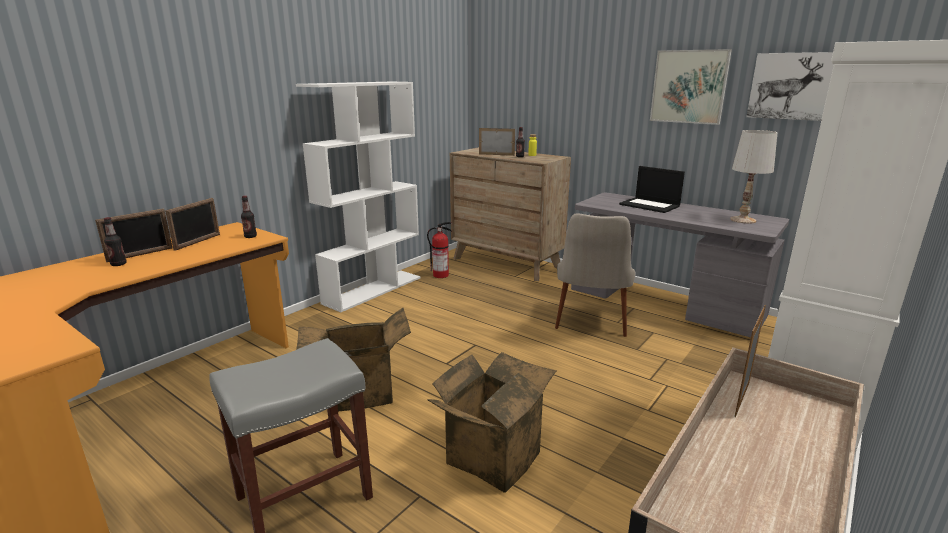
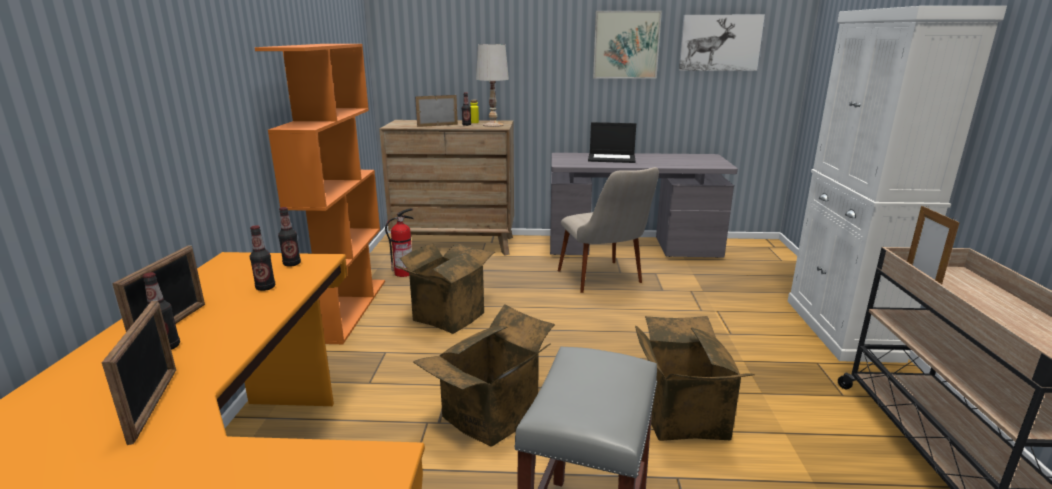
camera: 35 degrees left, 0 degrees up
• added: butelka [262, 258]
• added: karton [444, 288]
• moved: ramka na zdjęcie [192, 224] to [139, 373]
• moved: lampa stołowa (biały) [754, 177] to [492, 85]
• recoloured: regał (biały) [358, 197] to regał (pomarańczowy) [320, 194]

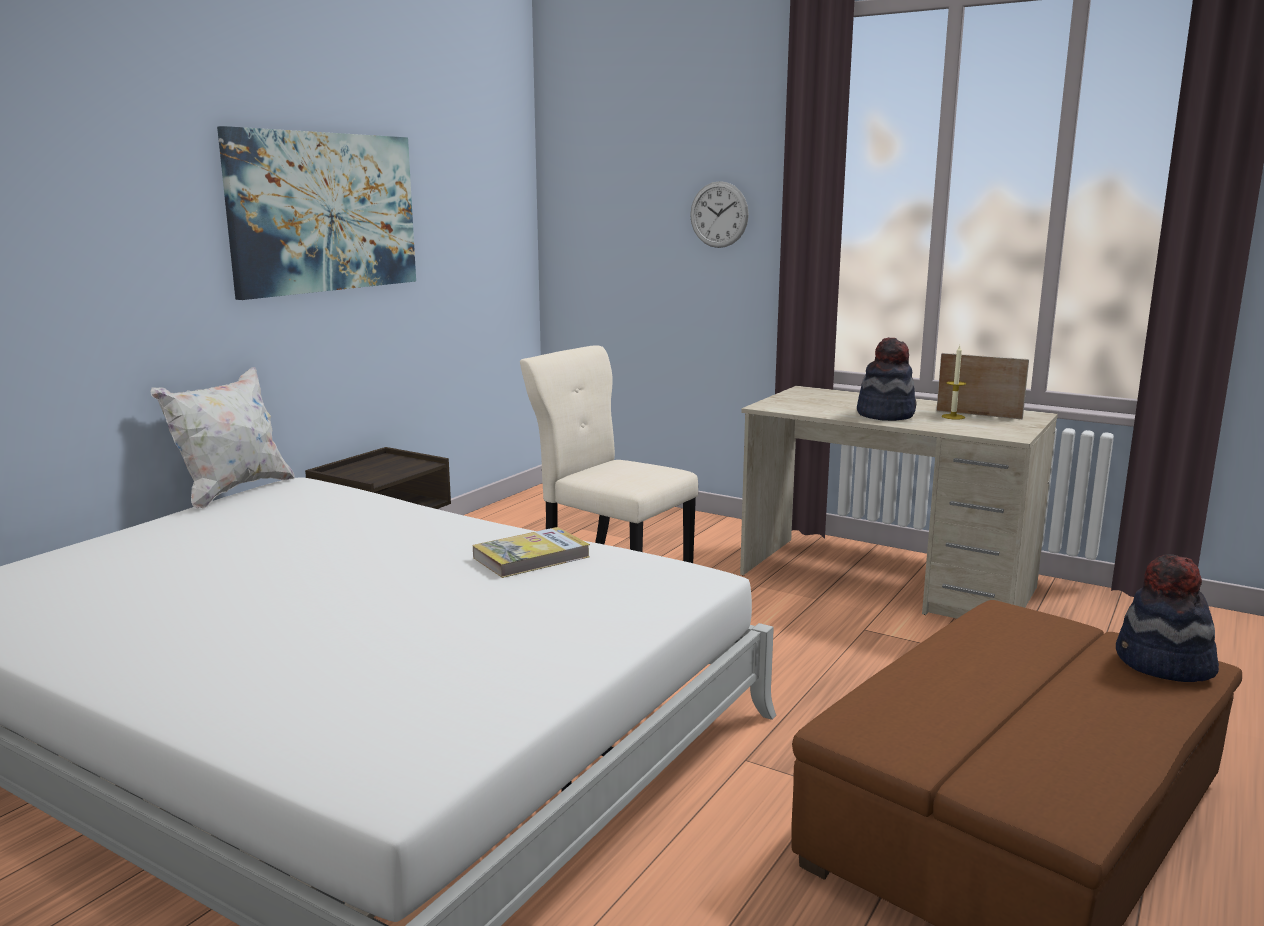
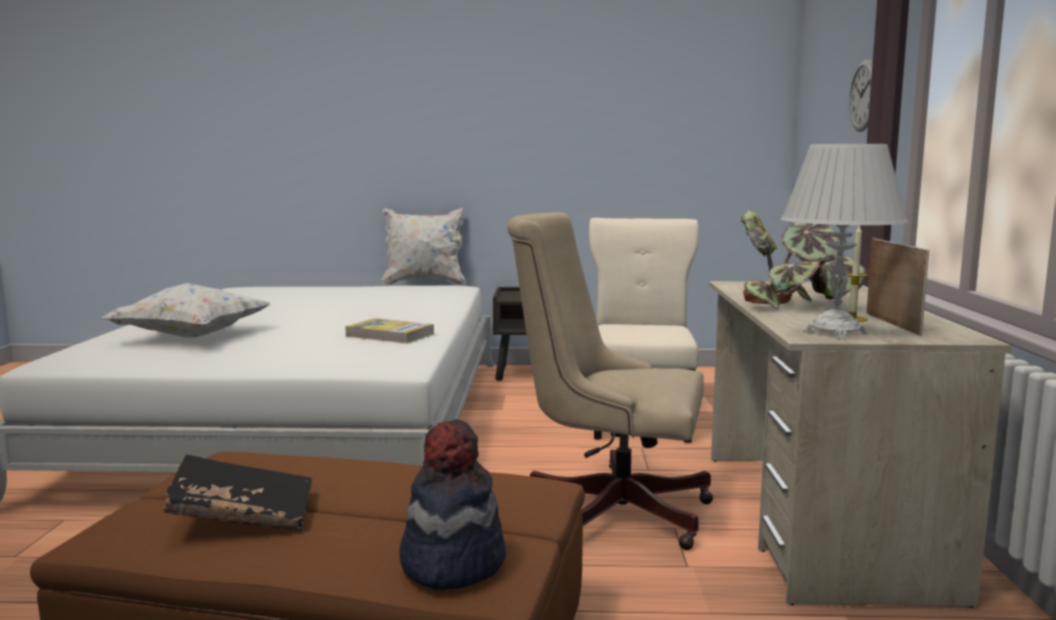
camera: 60 degrees right, 5 degrees down
• removed: obraz [316, 213]
• added: poduszka (biały) [186, 310]
• added: książka (czarny) [237, 493]
• added: krzesło biurowe (beżowy) [610, 381]
• added: lampa stołowa (biały) [844, 241]
• replaced: kapelusz [886, 379] to roślina doniczkowa [804, 260]

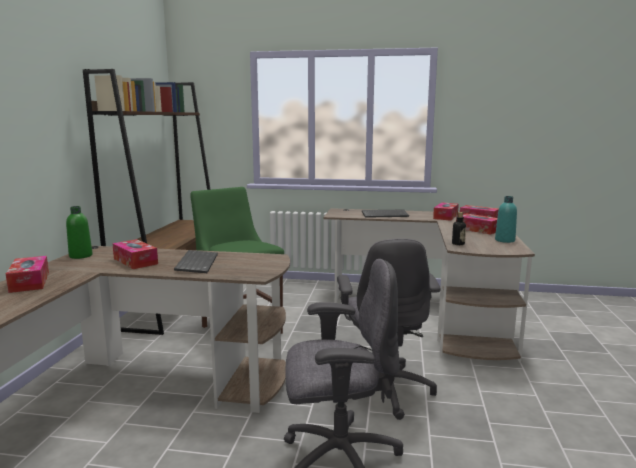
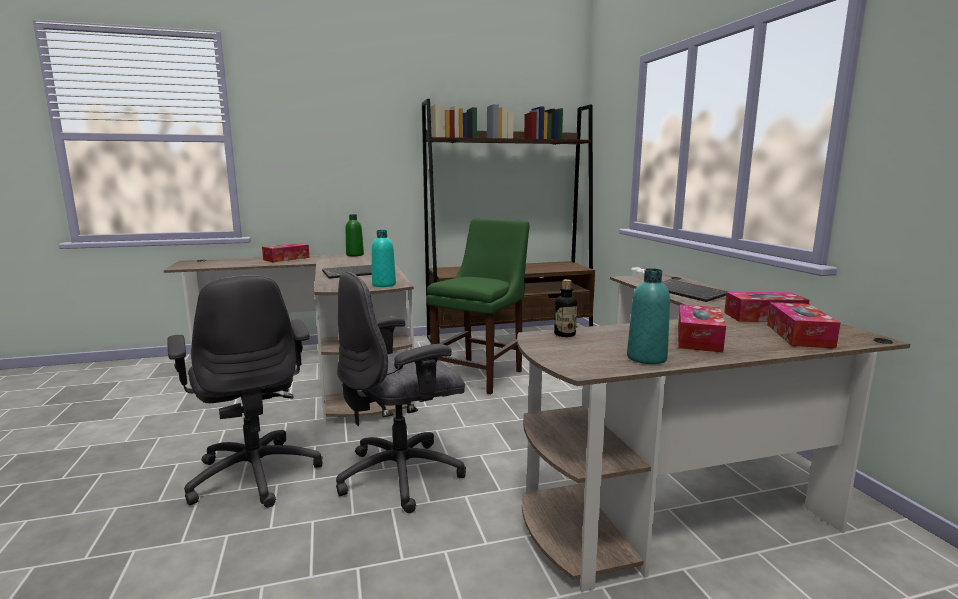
camera: 65 degrees right, 0 degrees up
• removed: pudełko chusteczek [135, 254]
• added: butelka (turkusowy) [384, 258]

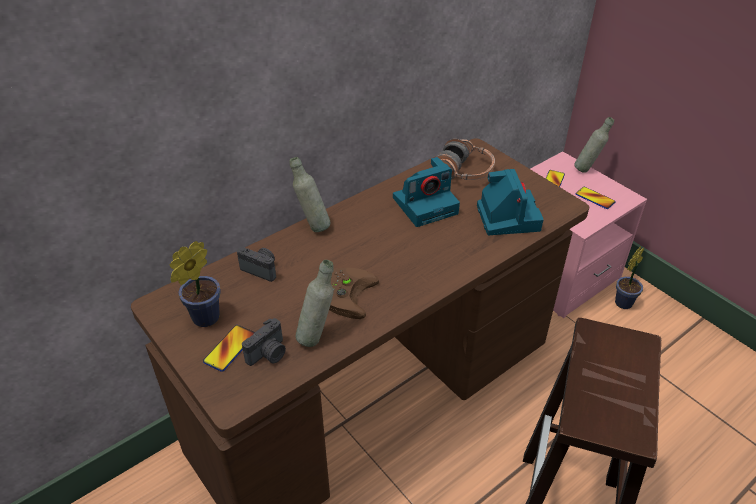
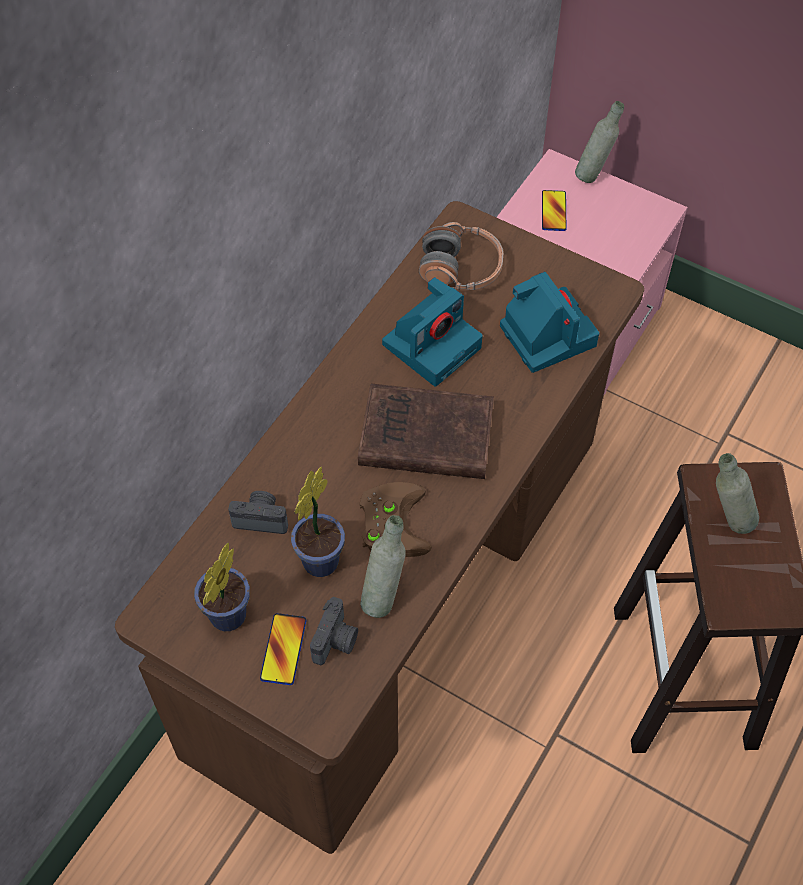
camera: 20 degrees left, 15 degrees up
• removed: telefon [596, 198]
• added: książka (brązowy) [426, 431]
• moved: butelka (szary) [309, 194] to [737, 493]
• moved: roślina doniczkowa [629, 277] to [318, 521]

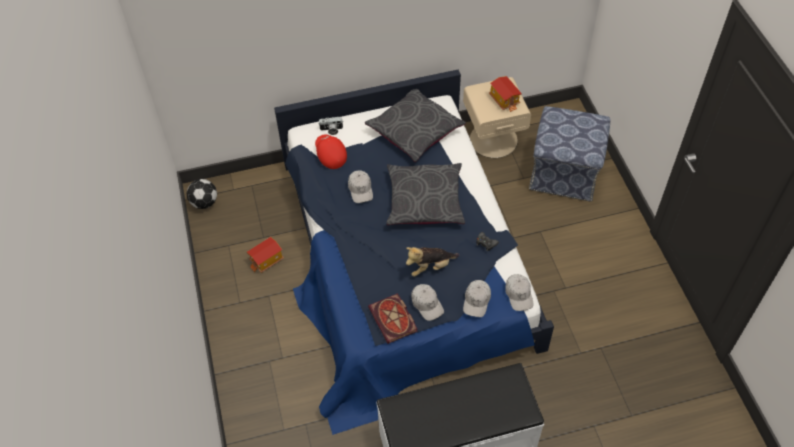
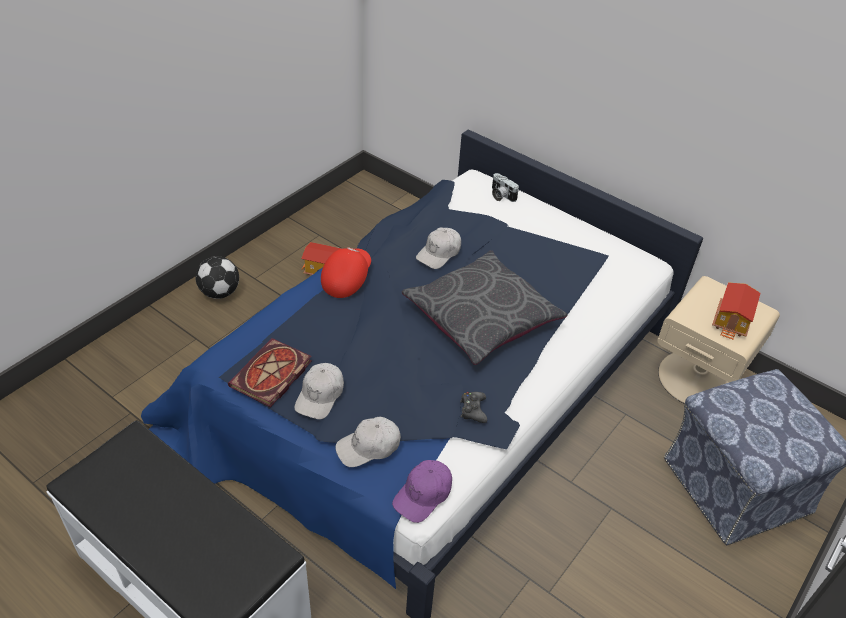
camera: 50 degrees right, 10 degrees down
• removed: poduszka (szary) [415, 125]
• removed: pluszak [432, 262]
• moved: piłka futbolowa [202, 194] to [217, 277]
• moved: czapka z daszkiem (czerwony) [331, 151] to [346, 272]
• recoloured: czapka z daszkiem (biały) [519, 292] to czapka z daszkiem (fioletowy) [422, 491]

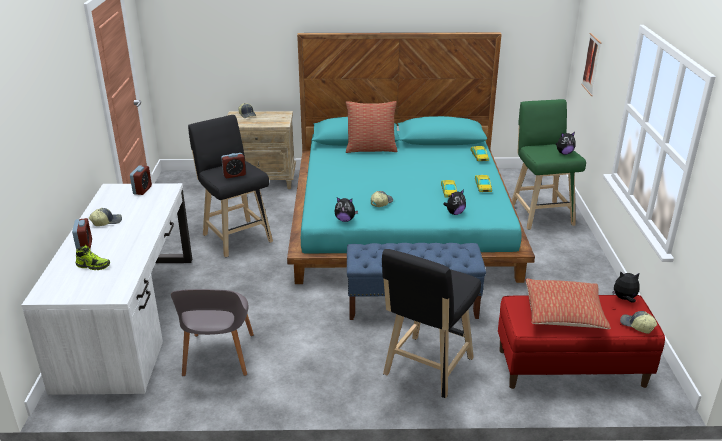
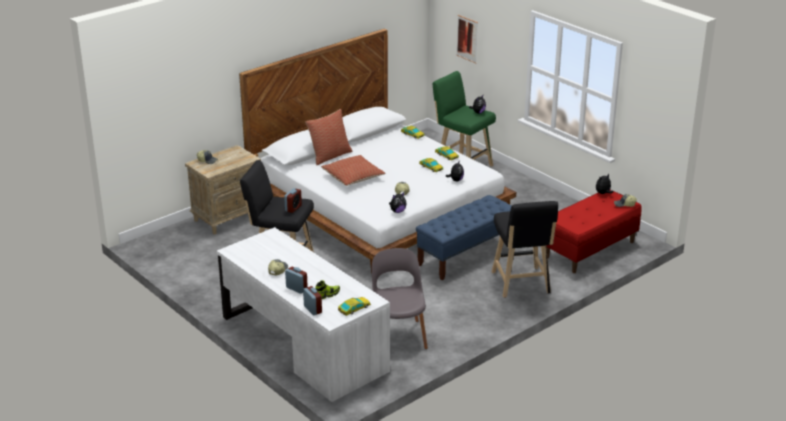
camera: 40 degrees left, 0 degrees up
• added: samochodzik [354, 306]
• moved: budzik [141, 180] to [312, 300]
• moved: poduszka [568, 304] to [353, 170]
• recoloured: łóżko (turkusowy) [411, 158] to łóżko (biały) [377, 151]
• turned: krzesło (szary) [212, 332] = [400, 298] 150 degrees counterclockwise

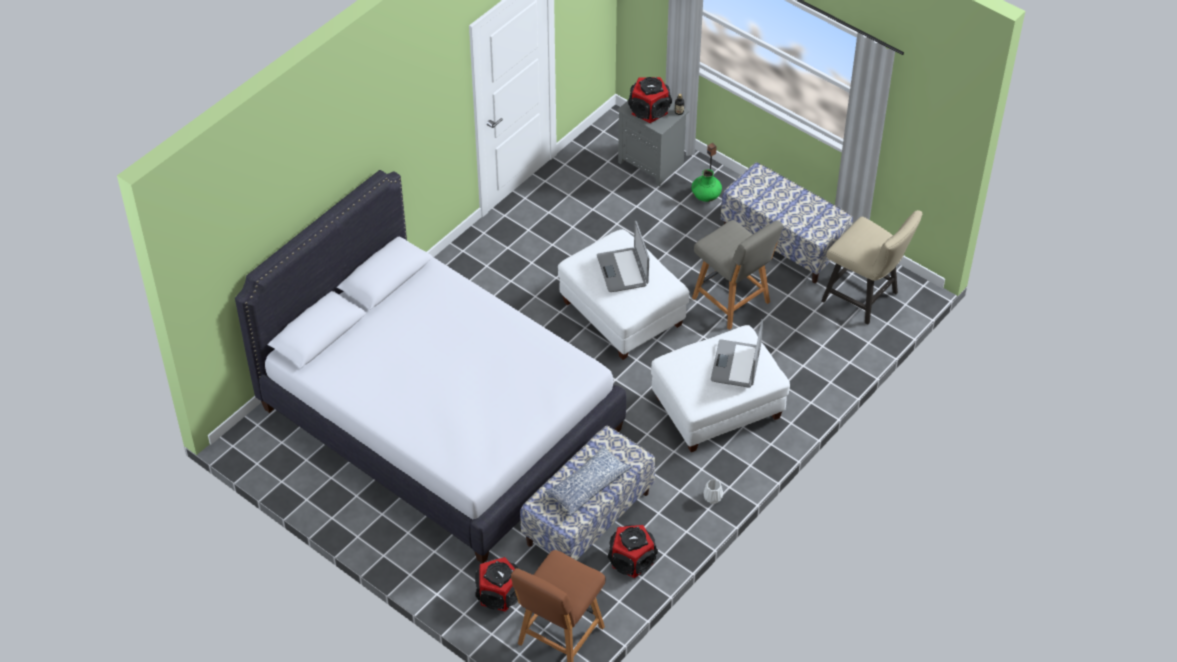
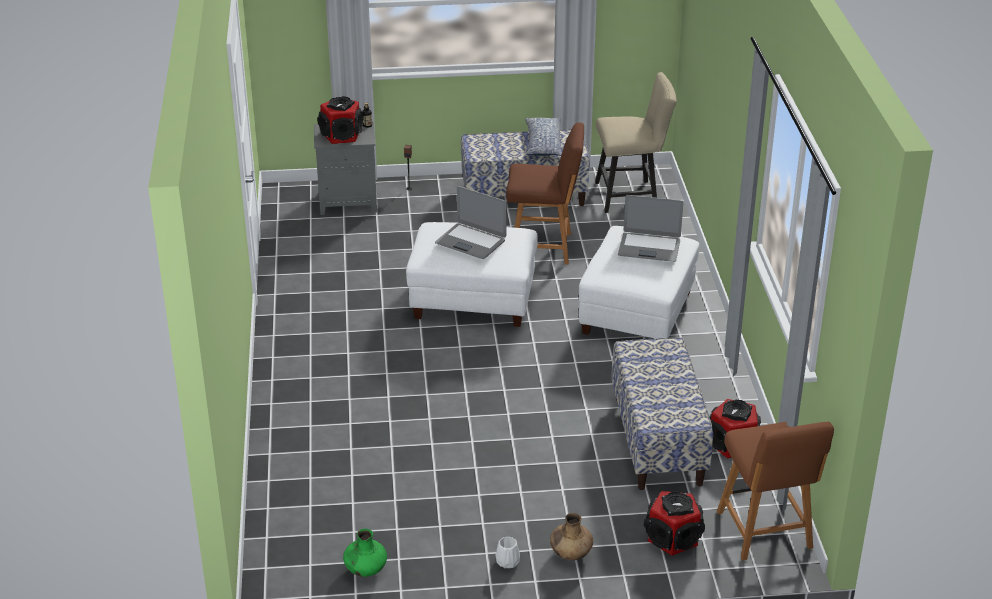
camera: 45 degrees left, 15 degrees down
• removed: łóżko (biały) [430, 366]
• added: wazon (brązowy) [571, 536]
• moved: poduszka [588, 480] to [543, 137]
• moved: wazon (zielony) [707, 185] to [365, 552]
• moved: wazon (biały) [713, 492] to [507, 552]
• recoloured: krzesło (szary) [737, 275] to krzesło (brązowy) [545, 193]
• turned: laptop [737, 354] = [650, 228] 45 degrees counterclockwise

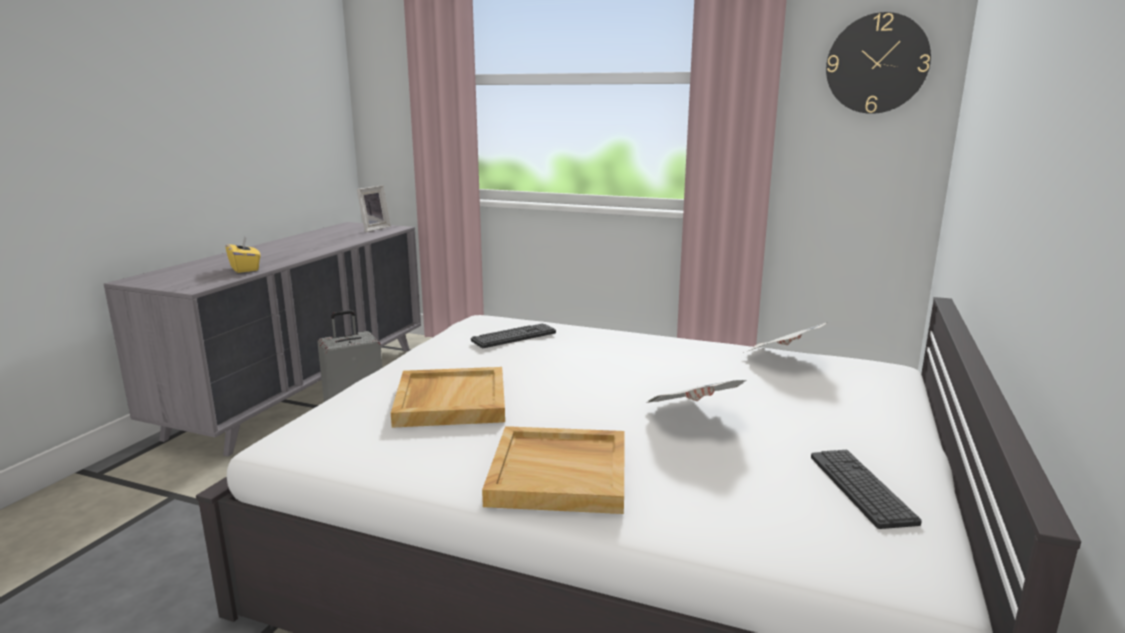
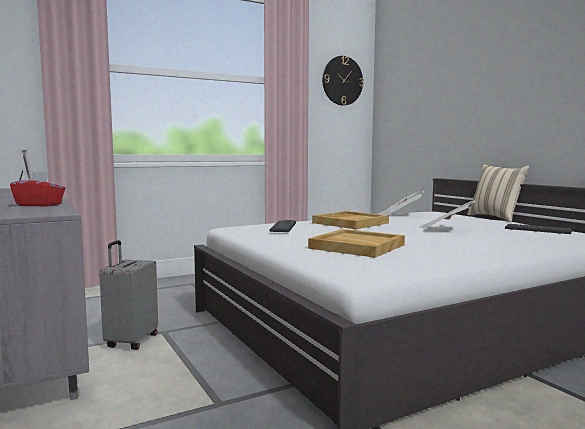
camera: 50 degrees left, 10 degrees down
• added: poduszka (beżowy) [498, 193]
• moved: taca (beżowy) [553, 470] to [350, 220]
• recoloured: pudełko chusteczek (żółty) [242, 254] to pudełko chusteczek (czerwony) [37, 189]

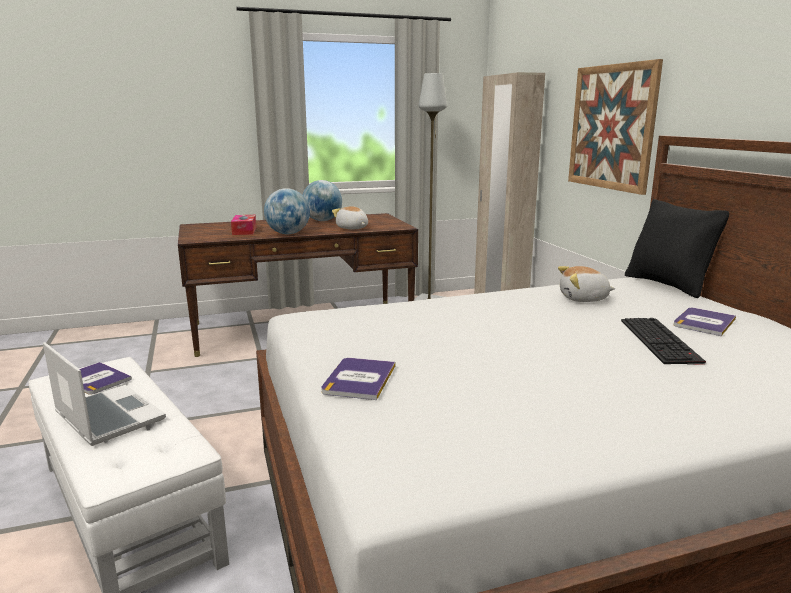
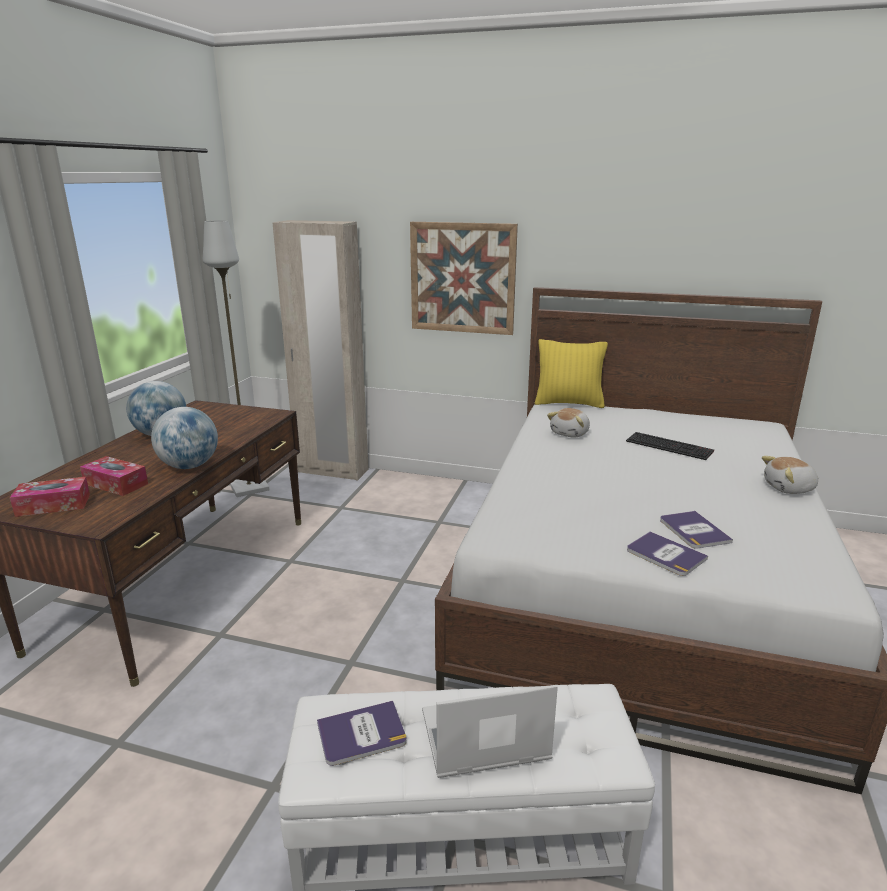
camera: 55 degrees left, 5 degrees up
• added: pudełko chusteczek [50, 497]
• moved: pluszak [350, 217] to [790, 475]
• moved: książka [705, 322] to [696, 530]
• recoloured: poduszka (czarny) [677, 248] to poduszka (żółty) [571, 373]

